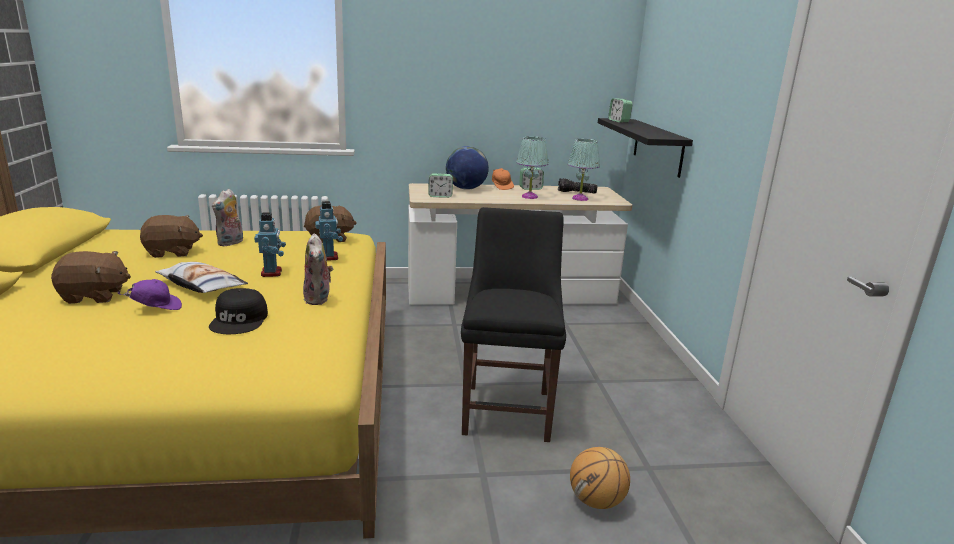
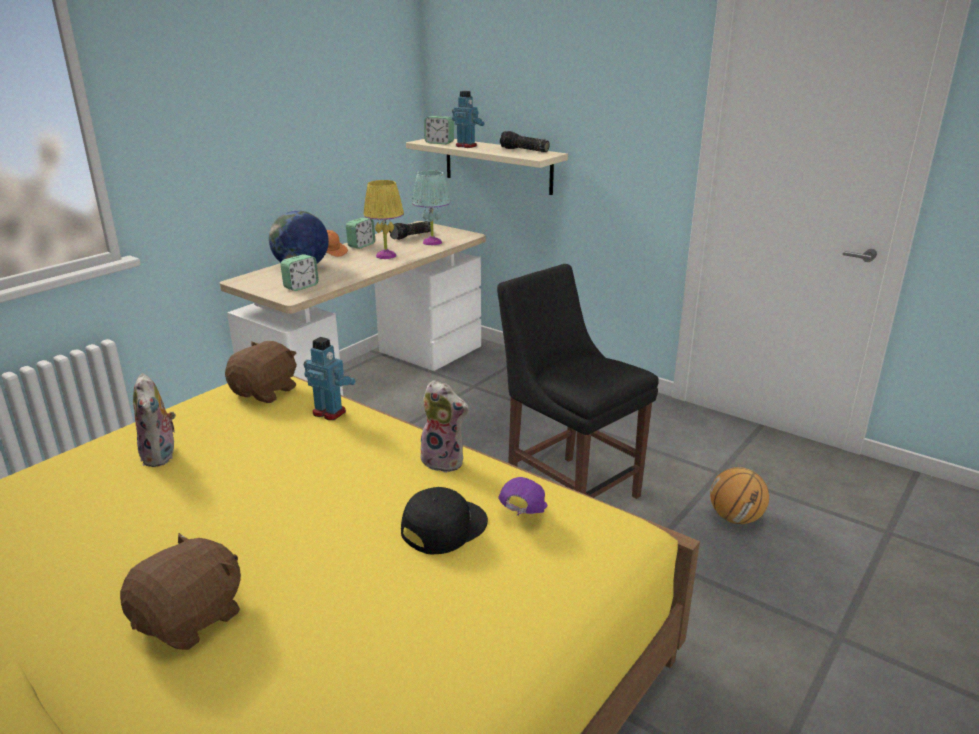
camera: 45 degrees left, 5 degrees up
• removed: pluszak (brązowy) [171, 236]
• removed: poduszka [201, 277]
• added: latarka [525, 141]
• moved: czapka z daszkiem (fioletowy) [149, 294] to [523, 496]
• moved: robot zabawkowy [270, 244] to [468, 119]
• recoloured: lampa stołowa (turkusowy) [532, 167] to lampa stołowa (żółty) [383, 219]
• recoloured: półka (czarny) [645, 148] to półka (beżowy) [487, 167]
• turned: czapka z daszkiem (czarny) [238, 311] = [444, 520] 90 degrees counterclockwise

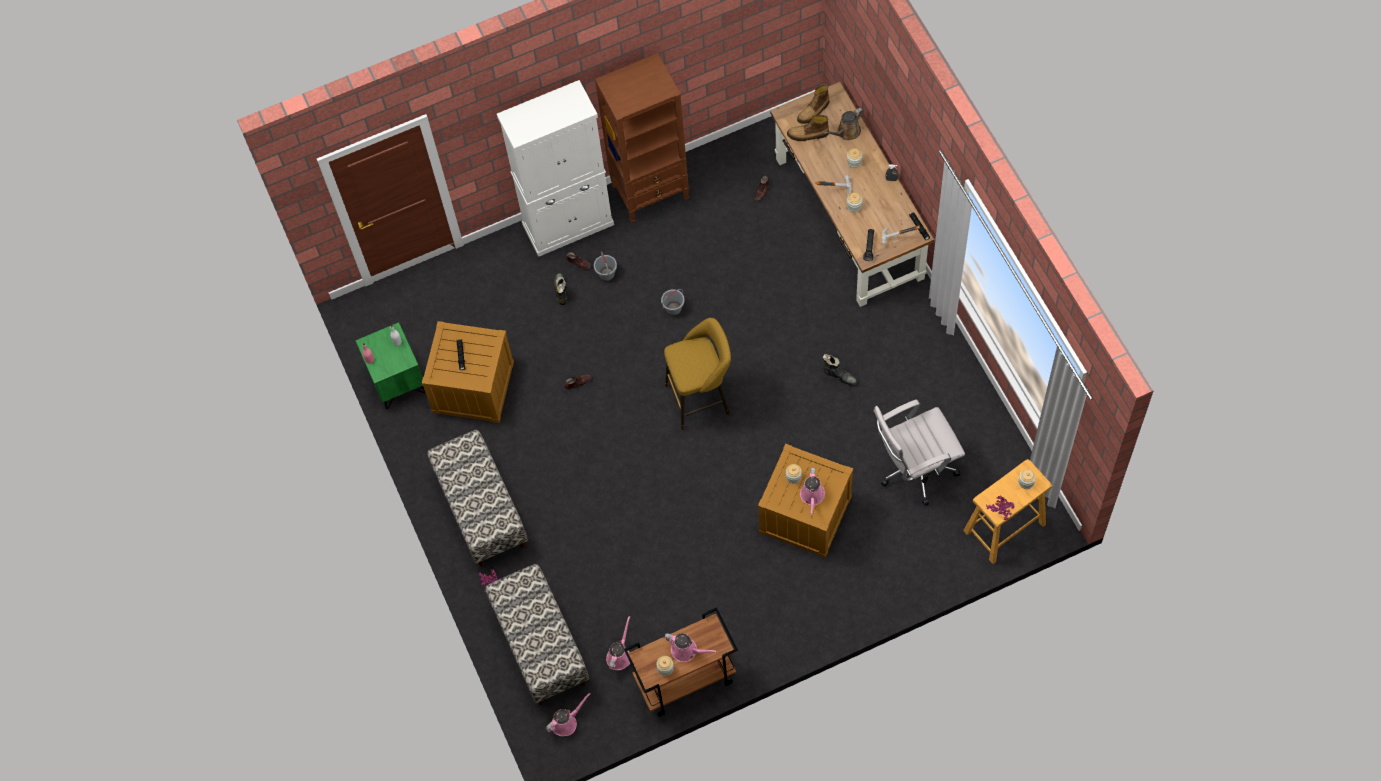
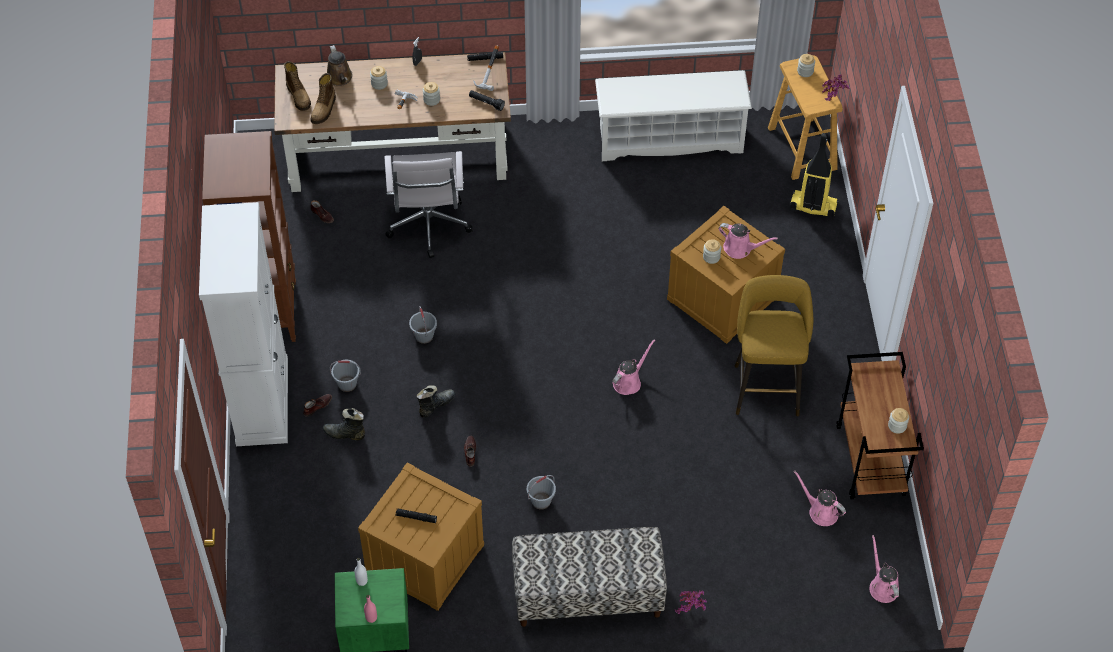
camera: 75 degrees left, 10 degrees down
• removed: ławka [537, 634]
• added: wiadro (szary) [541, 492]
• added: regał na buty (biały) [673, 115]
• added: odkurzacz [814, 176]
• moved: stołek (żółty) [697, 374] to [774, 345]
• moved: konewka (różowy) [691, 647] to [633, 367]
• moved: but z cholewką (czarny) [840, 369] to [436, 401]
• moved: krzesło biurowe (biały) [919, 452] to [428, 204]

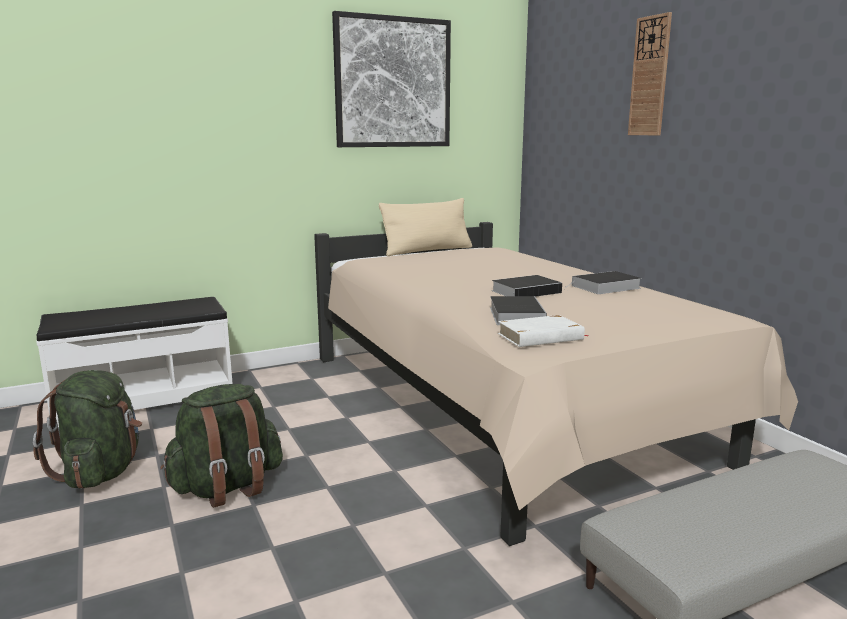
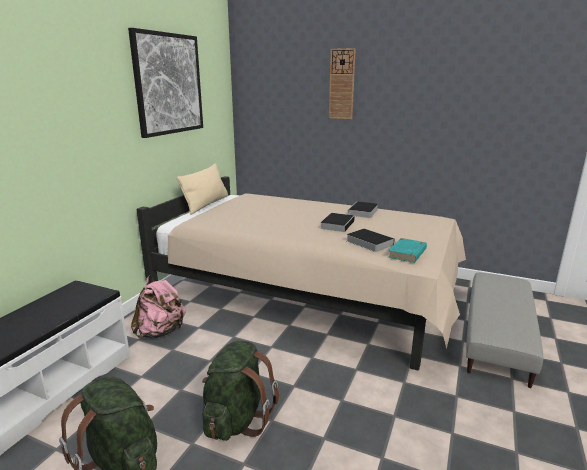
camera: 40 degrees left, 5 degrees up
• added: plecak (różowy) [158, 306]
• recoloured: książka (biały) [543, 331] to książka (turkusowy) [407, 250]

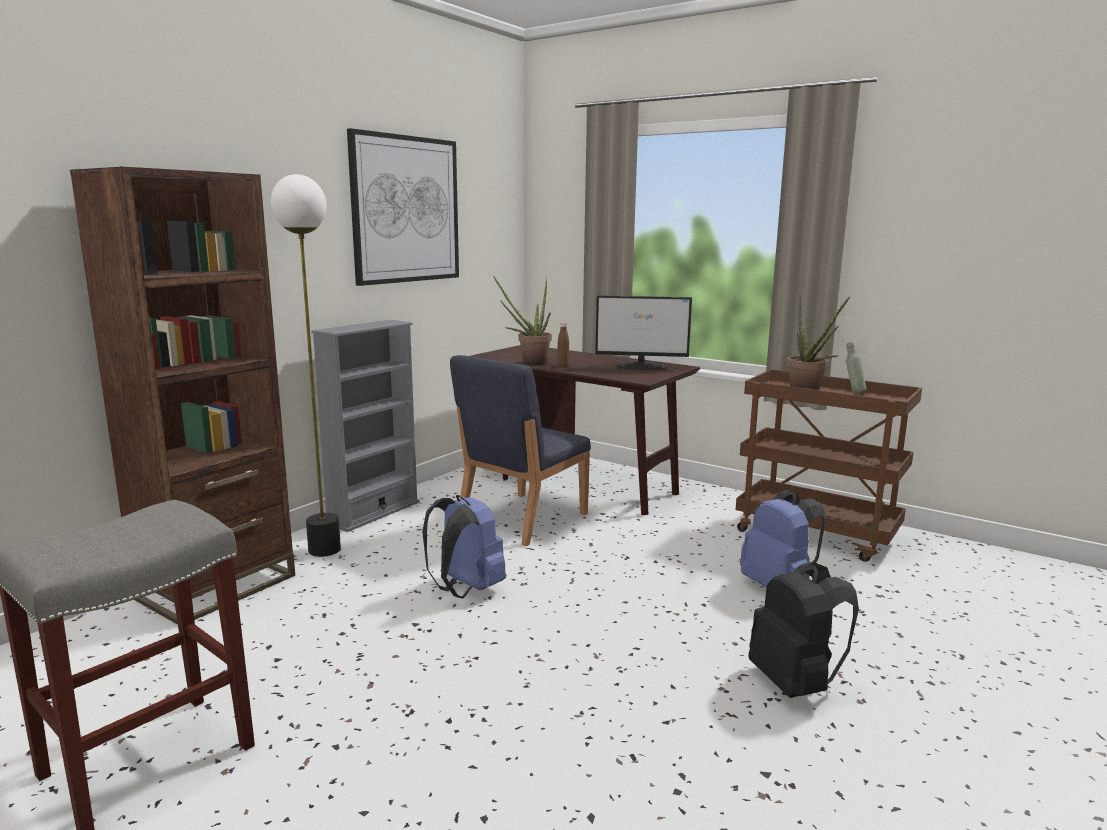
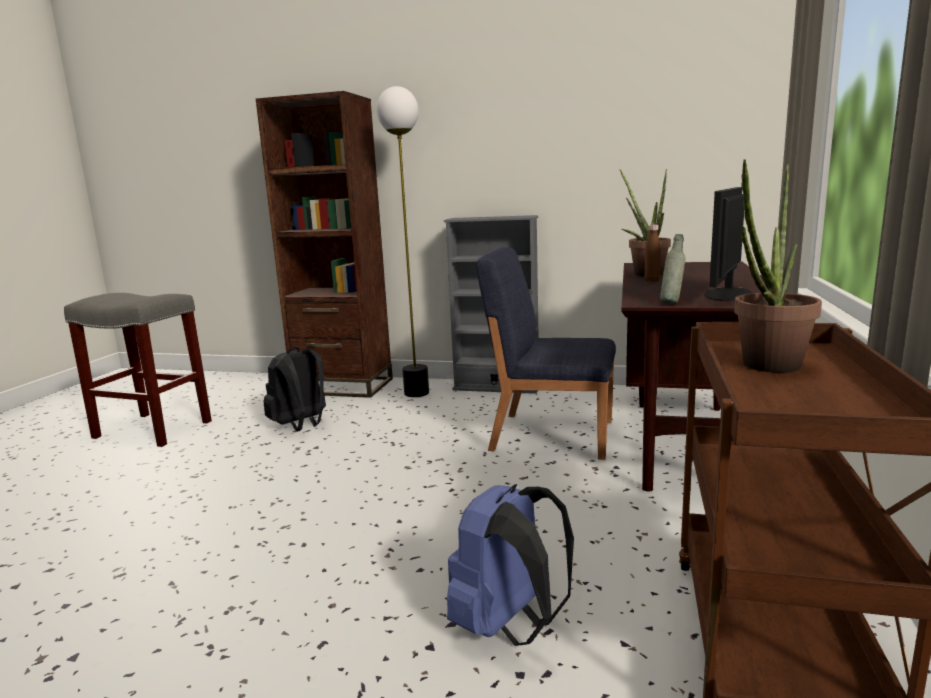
camera: 70 degrees right, 0 degrees up
• removed: obraz [403, 207]
• removed: plecak (niebieski) [464, 547]
• moved: plecak (czarny) [803, 630] to [295, 389]
• moved: butelka (szary) [856, 367] to [672, 268]
• turned: monitor [643, 332] = [728, 244] 45 degrees clockwise

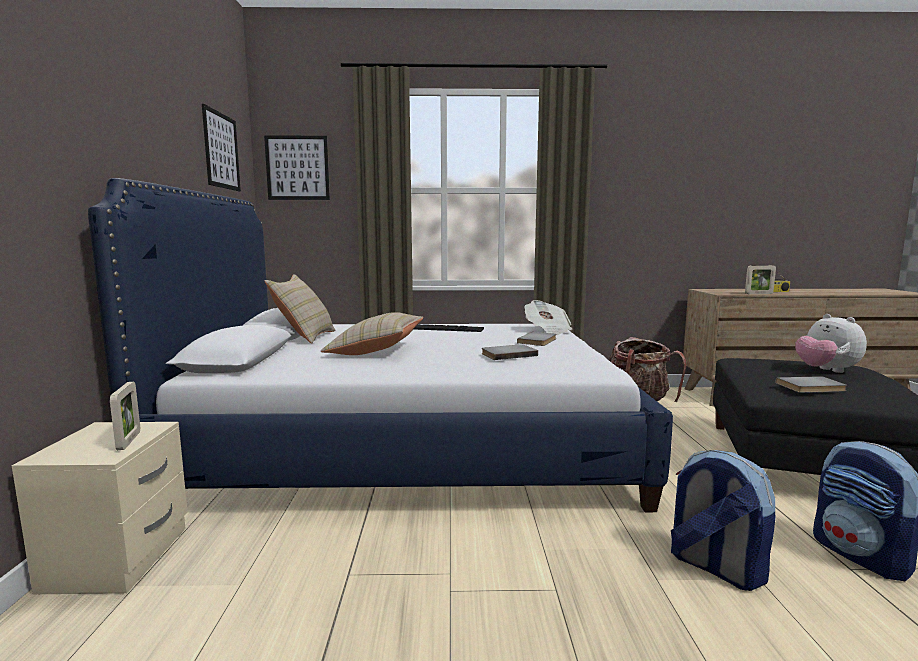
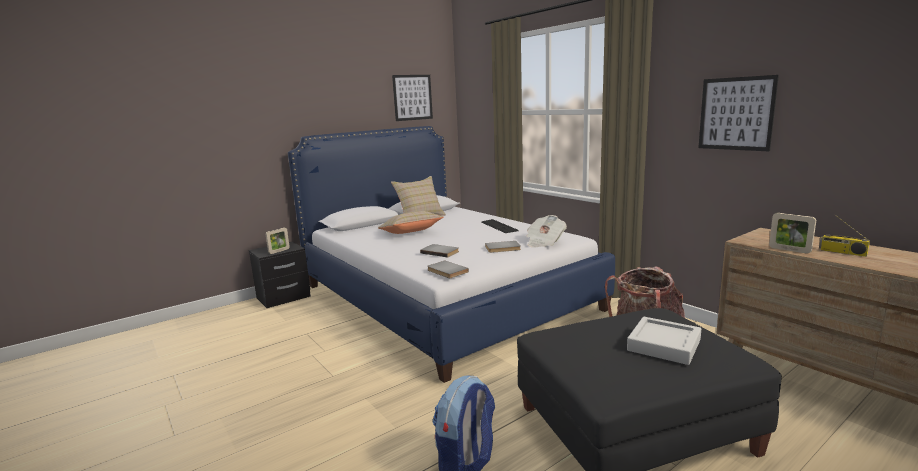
camera: 55 degrees right, 5 degrees up
• removed: plecak [723, 520]
• moved: obraz [297, 168] to [738, 113]
• moved: książka (szary) [811, 384] to [448, 269]
• replaced: pluszak [831, 343] to taca (szary) [664, 341]
• recoloured: szafka nocna (beżowy) [100, 508] to szafka nocna (czarny) [280, 274]

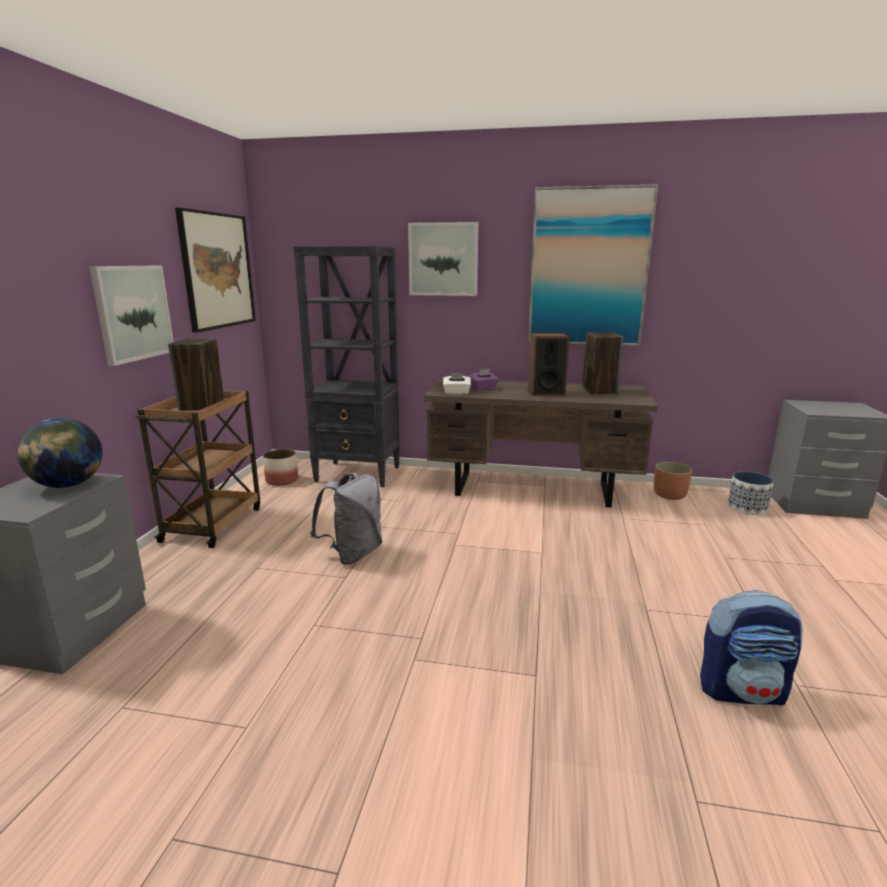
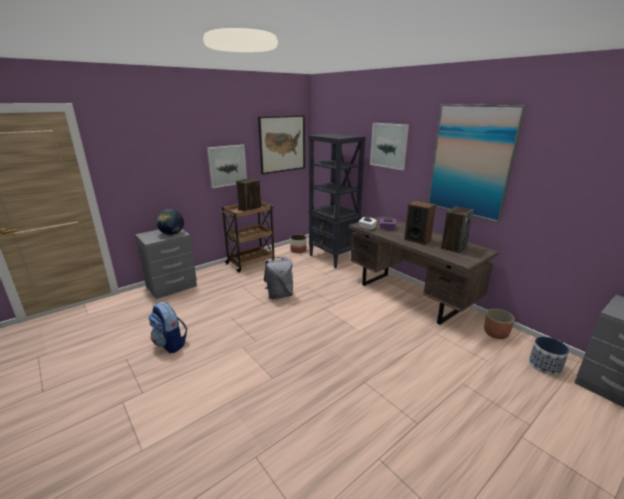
camera: 40 degrees right, 5 degrees up
• moved: plecak [751, 648] to [167, 327]

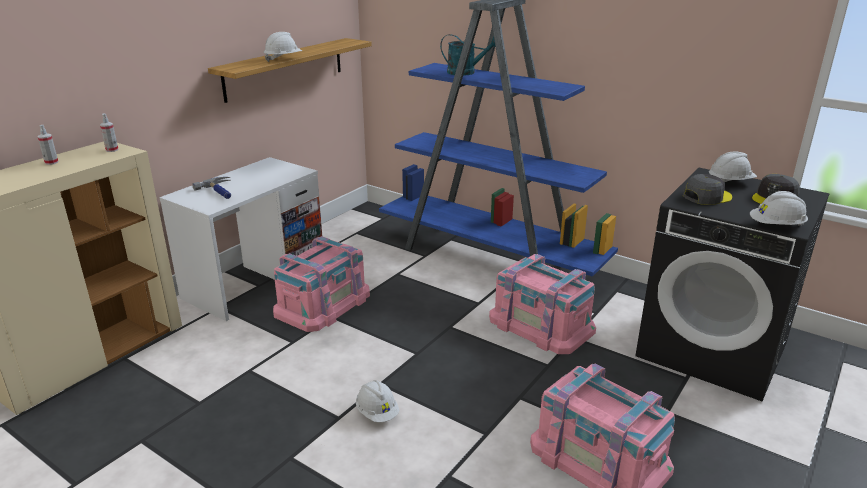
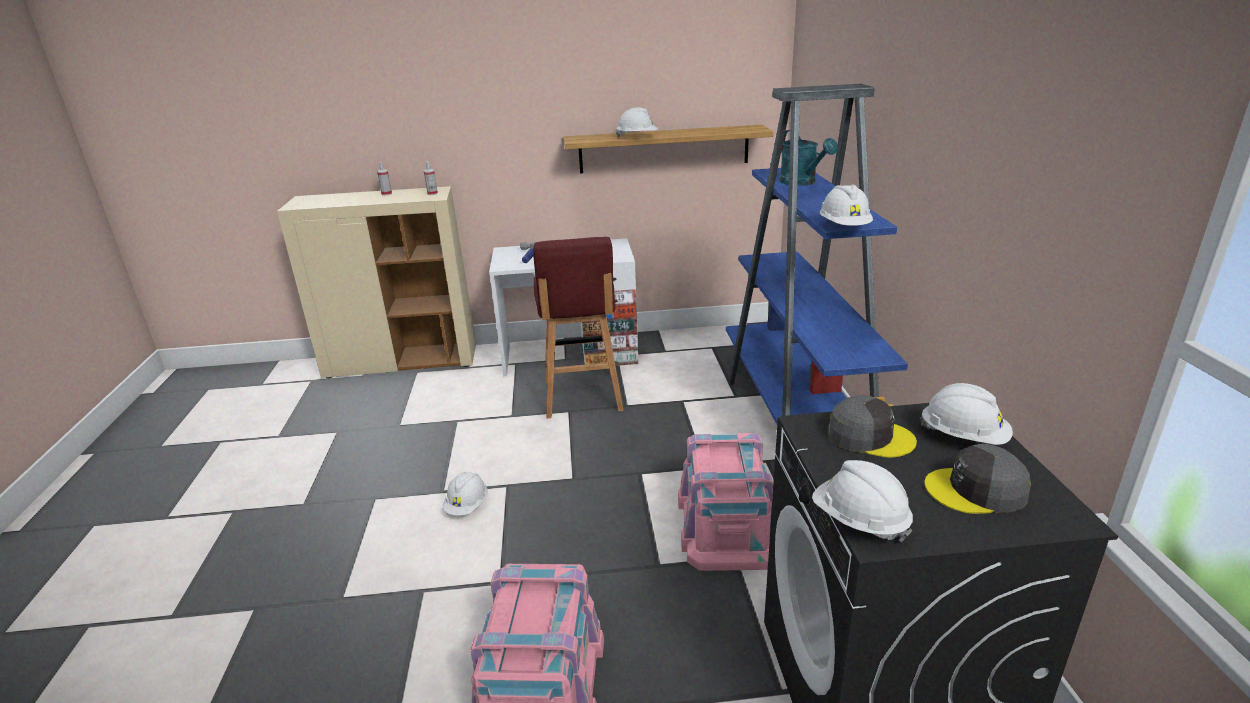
camera: 50 degrees right, 0 degrees up
• added: kask (biały) [846, 205]
• replaced: pojemnik do przechowywania (różowy) [321, 284] to stołek (czerwony) [578, 327]

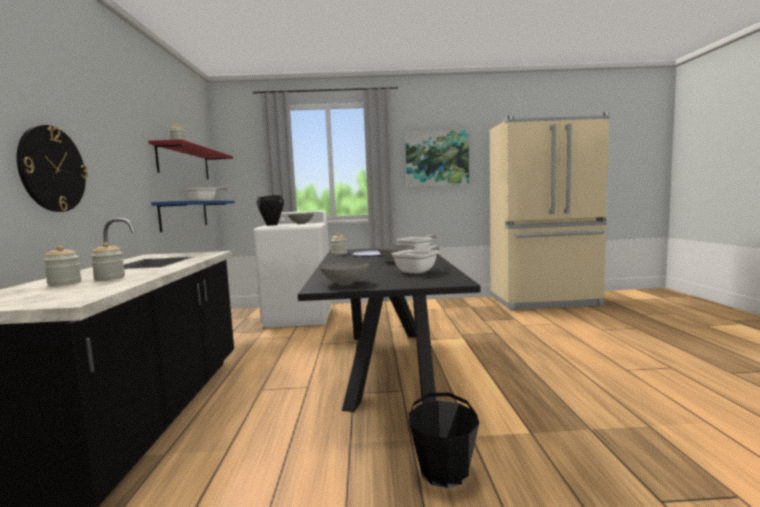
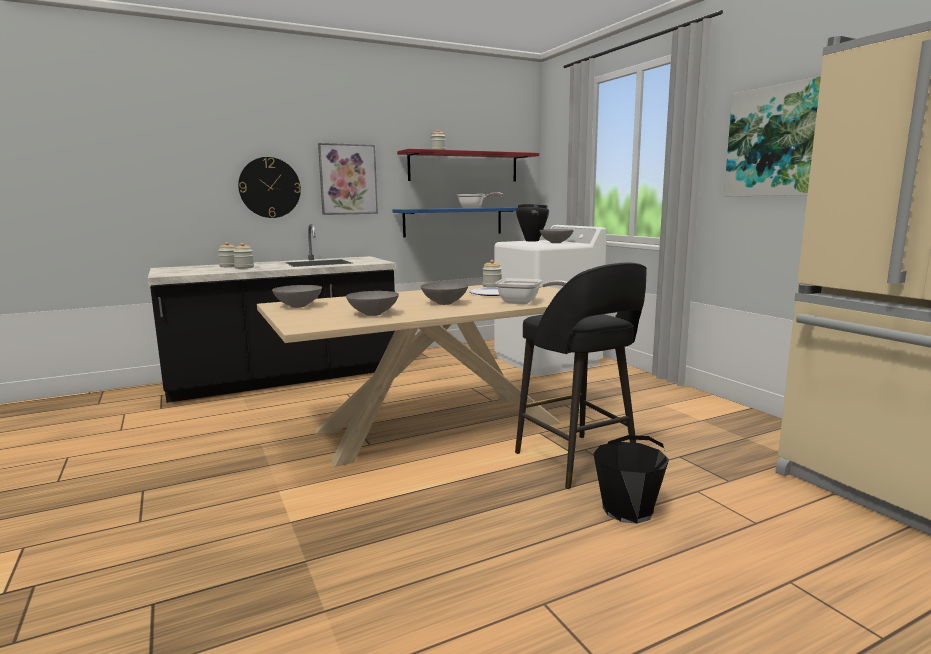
camera: 65 degrees right, 5 degrees up
• added: obraz [348, 179]
• added: stołek (czarny) [581, 376]
• moved: wiadro (czarny) [443, 440] to [631, 479]
• replaced: patelnia [416, 259] to miska (szary) [372, 303]
• recoloured: stół jadalny (czarny) [389, 330] to stół jadalny (beżowy) [409, 376]

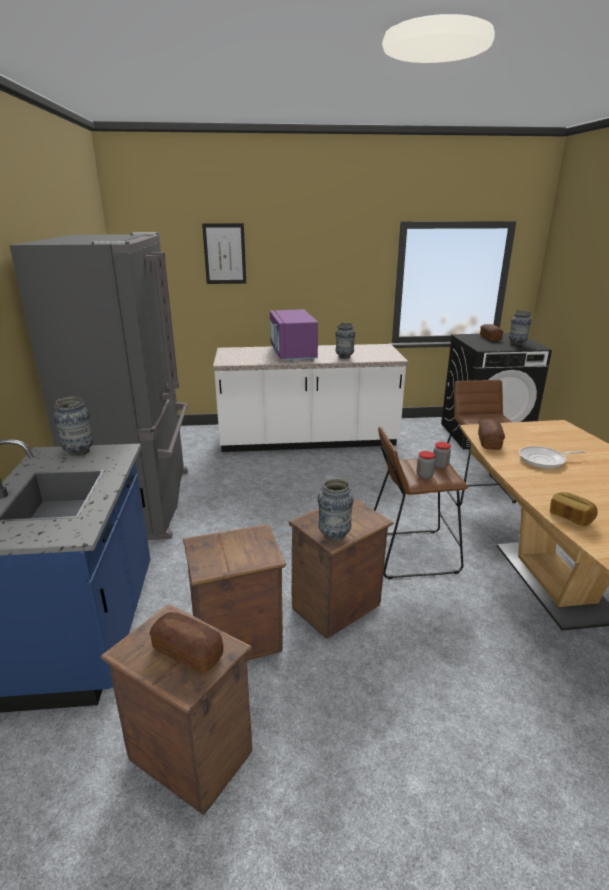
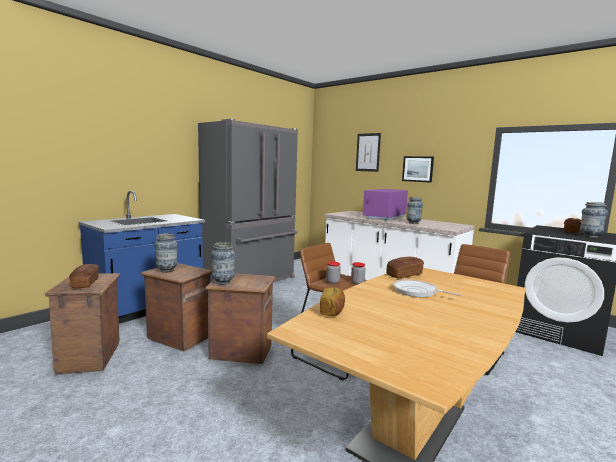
camera: 45 degrees right, 15 degrees down
• added: obraz [418, 169]
• moved: wazon [73, 426] to [166, 253]

